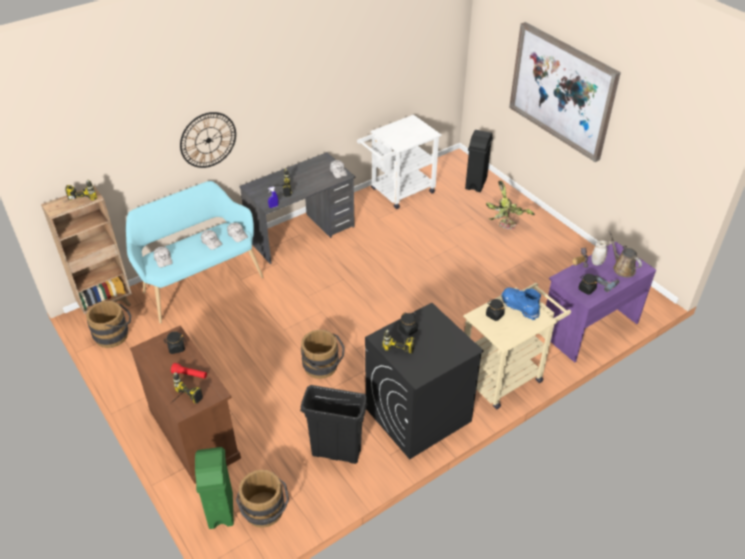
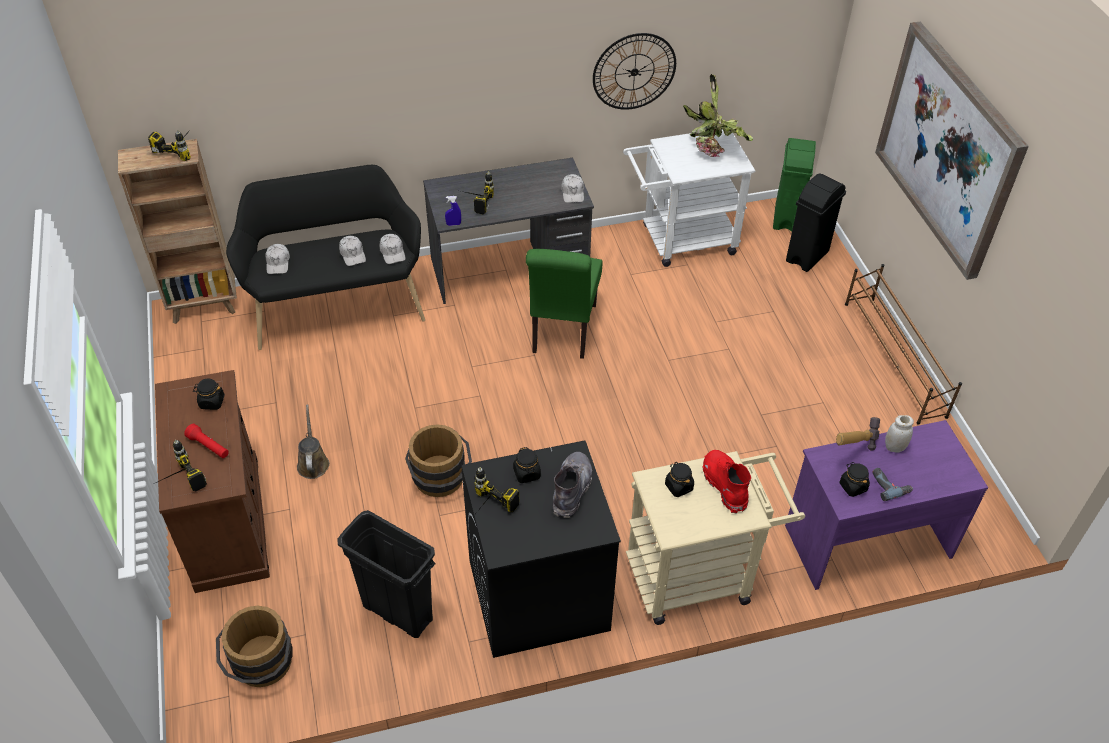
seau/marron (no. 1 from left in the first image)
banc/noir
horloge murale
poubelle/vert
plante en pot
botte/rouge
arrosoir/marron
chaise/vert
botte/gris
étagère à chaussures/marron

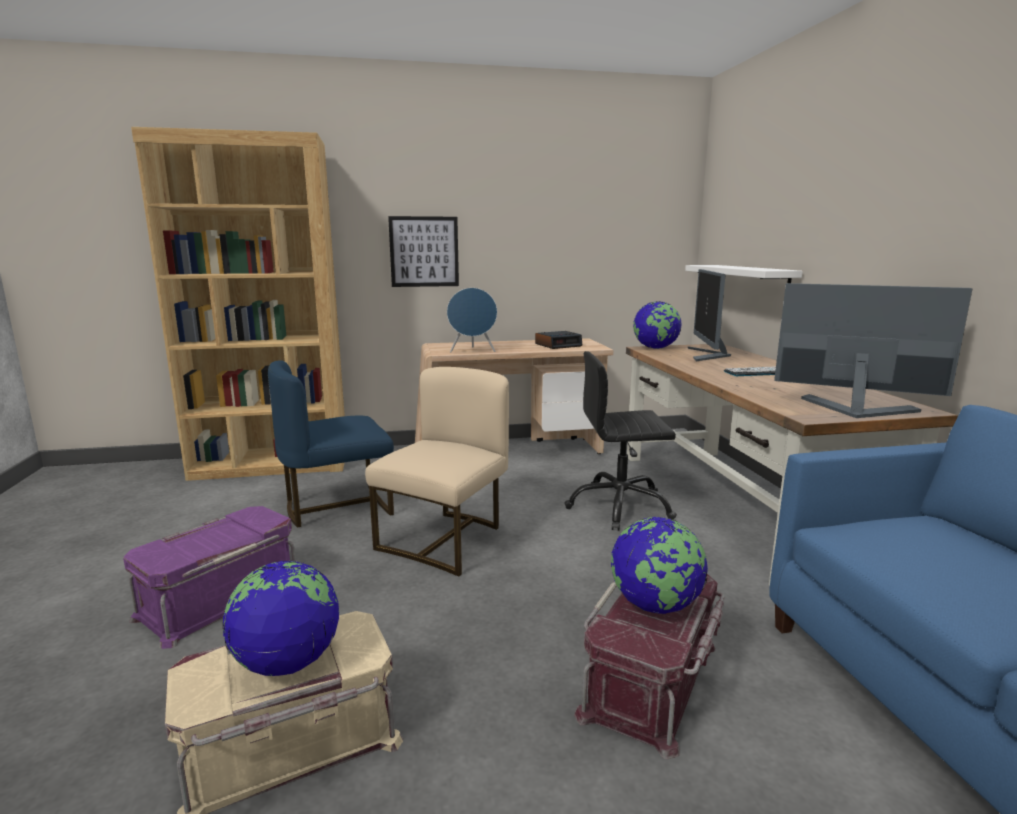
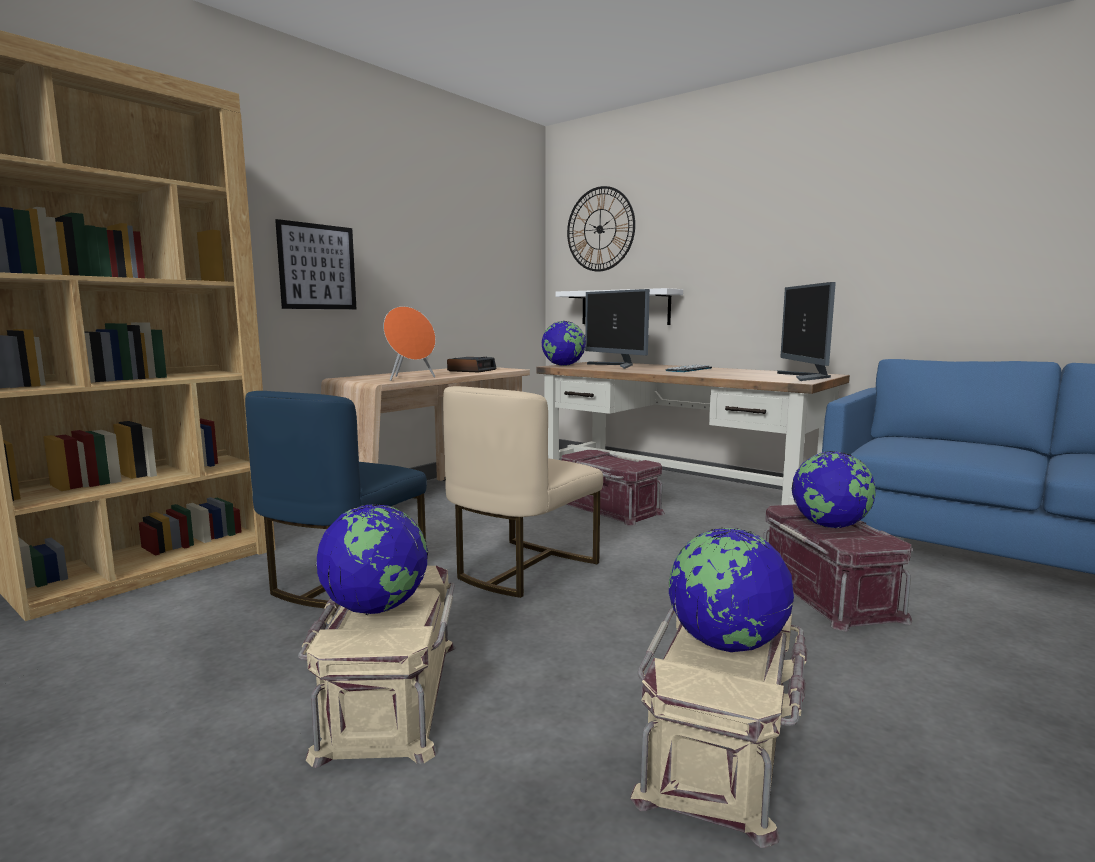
boîte de rangement/beige (no. 1 from left)
chaise/beige
enceinte/orange
boîte de rangement/rouge (no. 1 from left)
écran d'ordinateur (no. 2 from left)
globe (no. 1 from left)
horloge murale

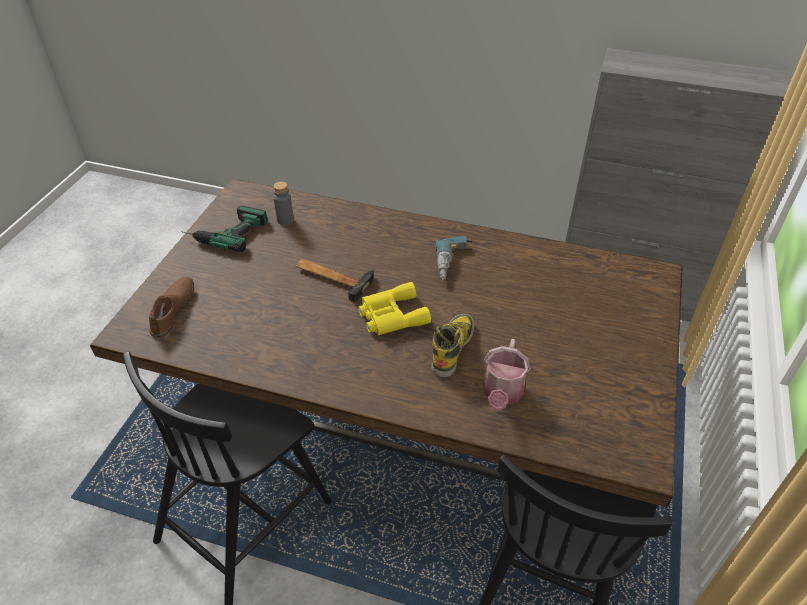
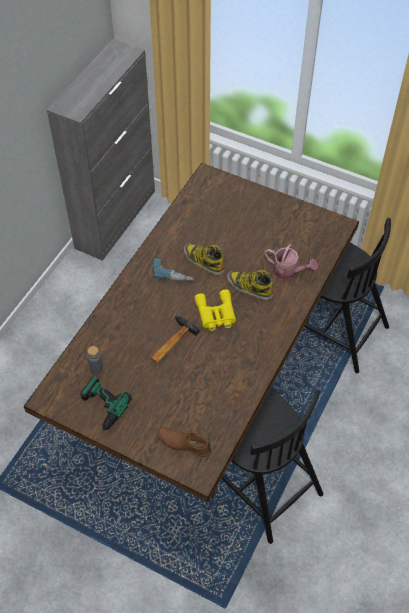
botte (no. 1 from left)

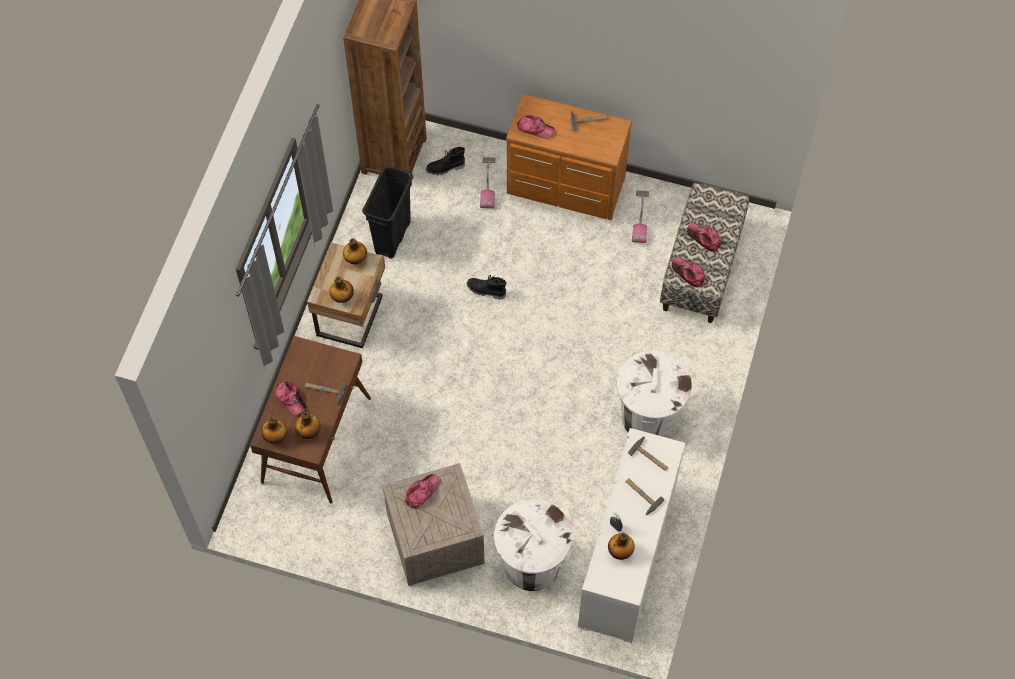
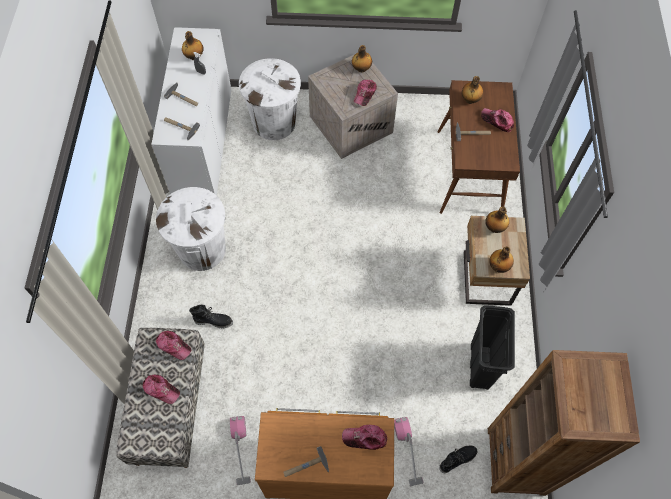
bouteille (no. 2 from left)
botte/noir (no. 1 from left)

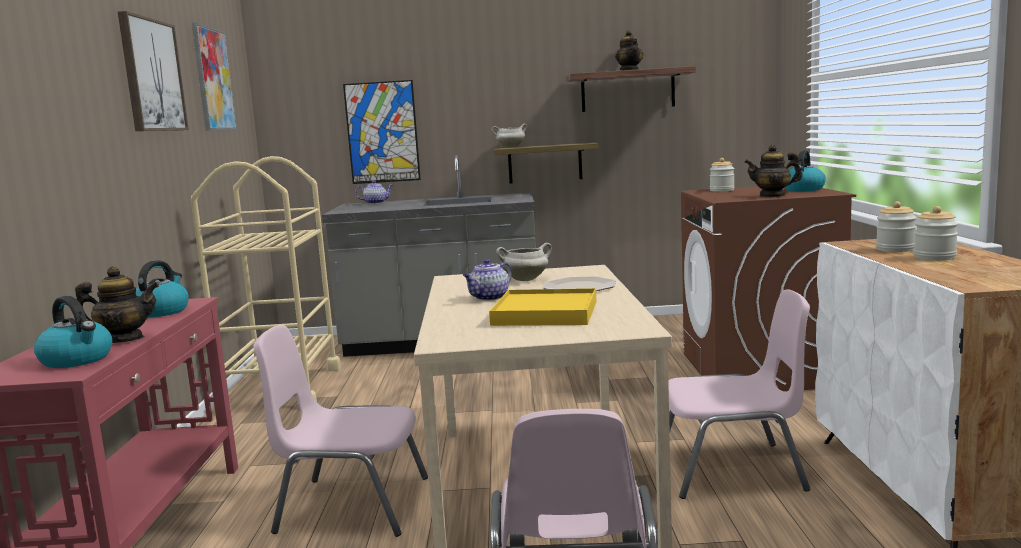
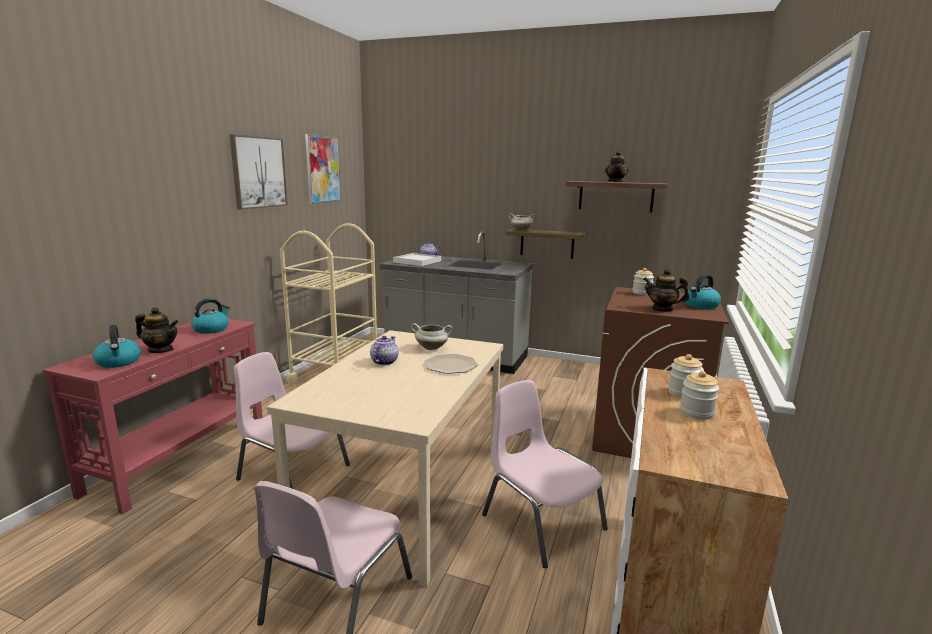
tableau (no. 3 from left in the first image)
théière (no. 2 from left)
plateau/jaune
chaise/rose (no. 3 from left)
plateau/blanc

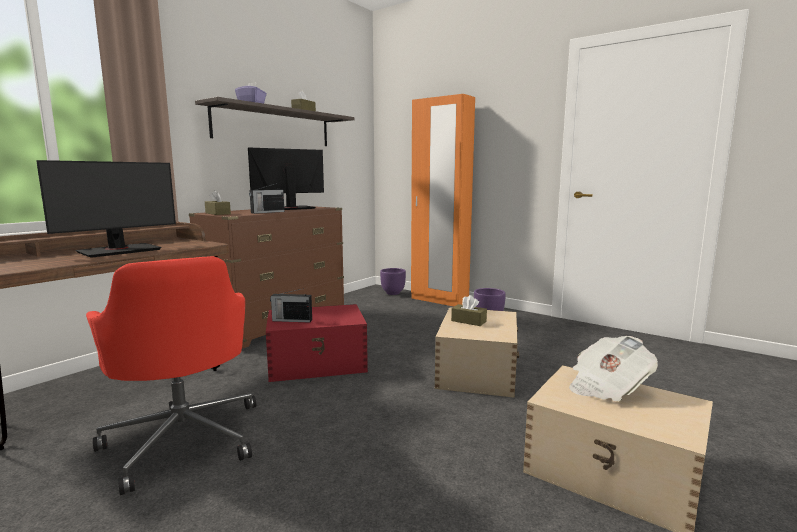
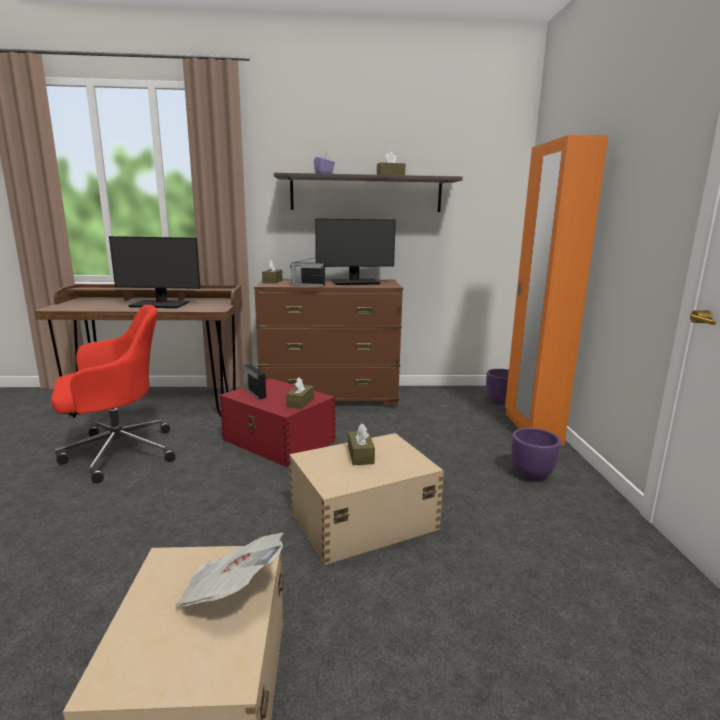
chaise de bureau/rouge
écran d'ordinateur (no. 2 from left)
boîte à mouchoirs/marron (no. 2 from left)

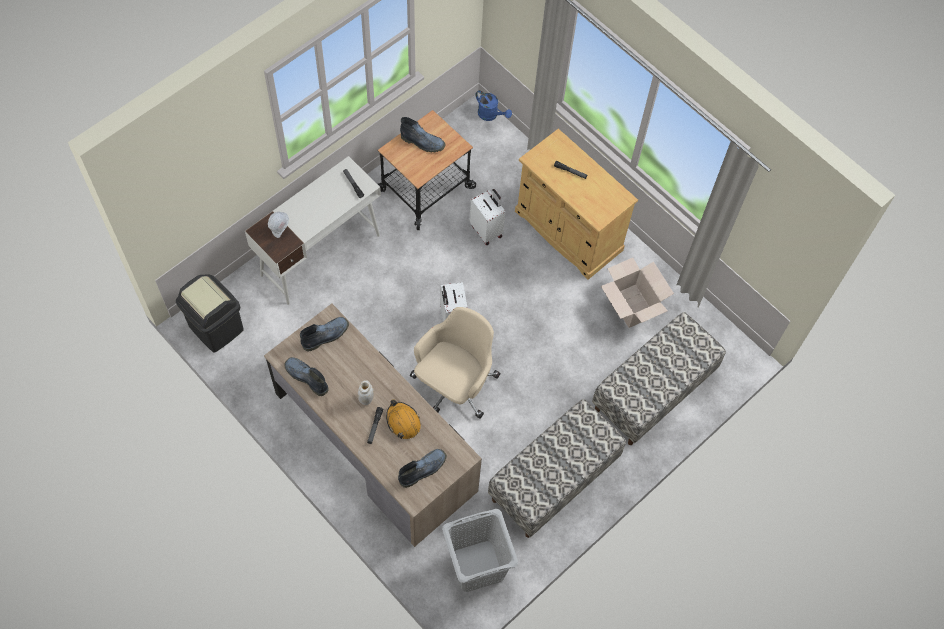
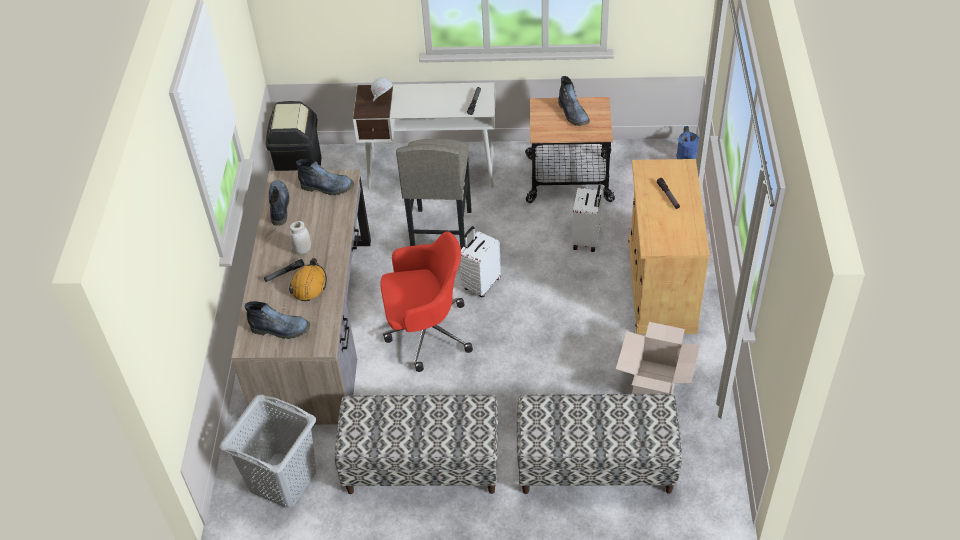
chaise de bureau/rouge
tabouret/gris

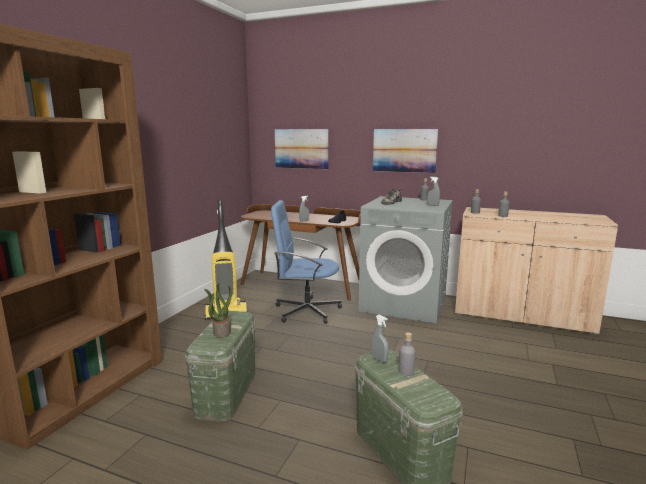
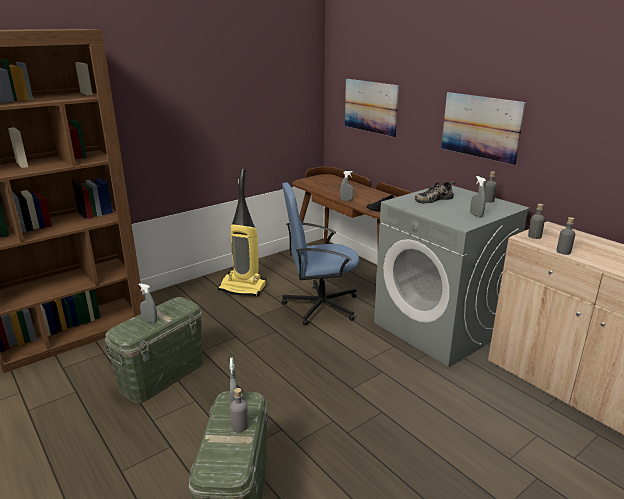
vaporisateur/gris (no. 1 from left)
chaise de bureau/bleu

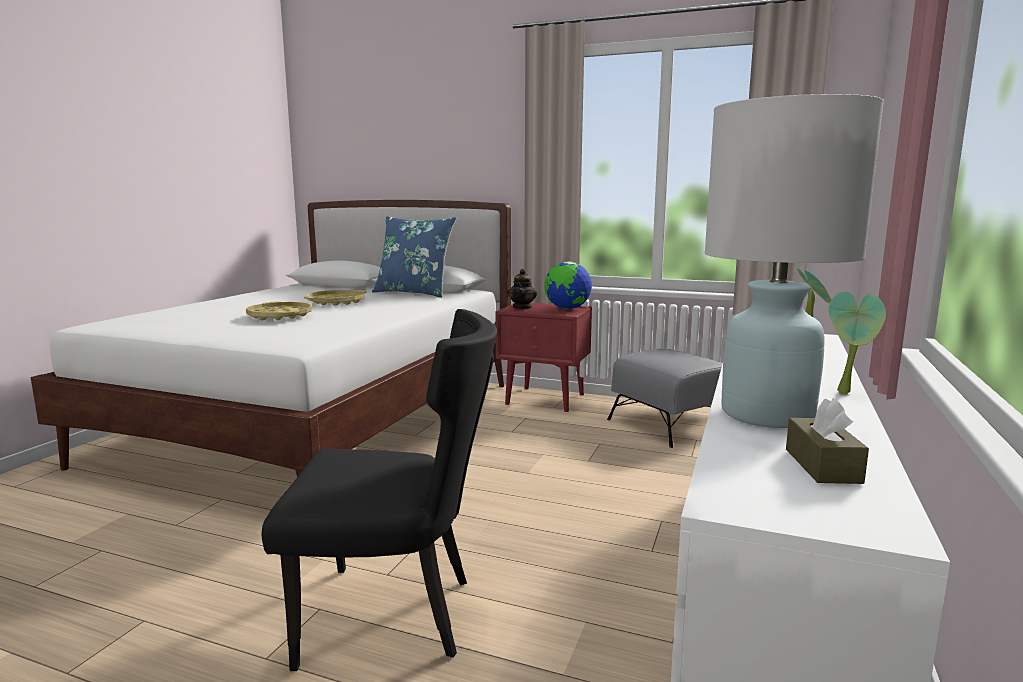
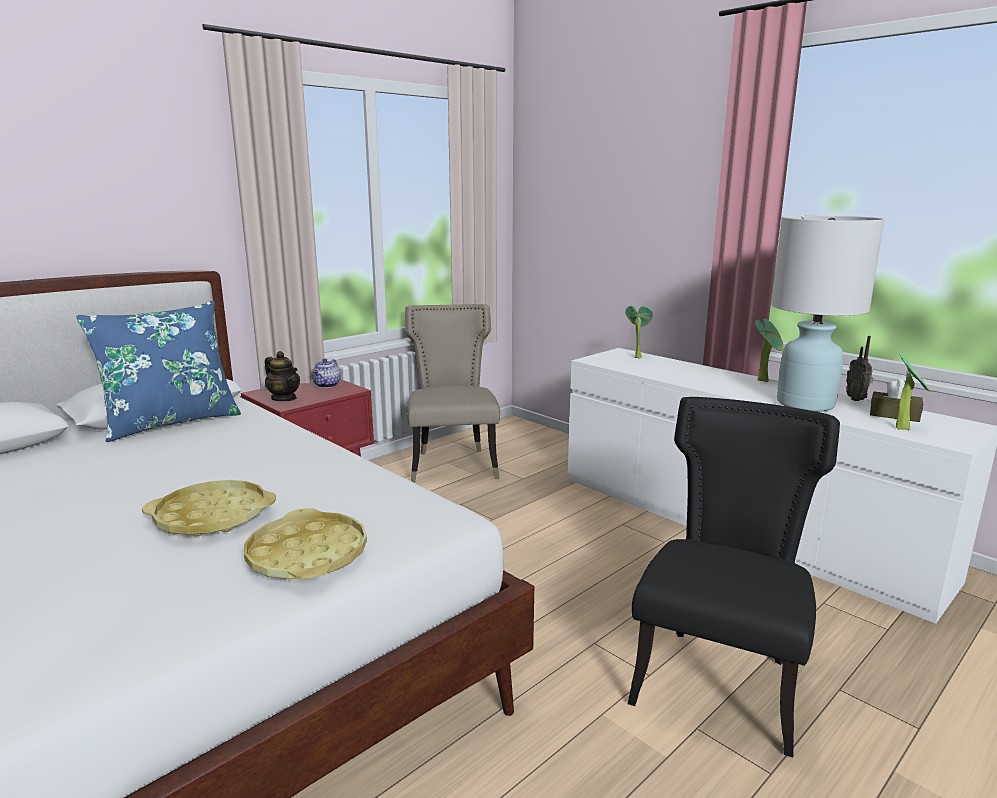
plateau/jaune (no. 2 from left)
théière (no. 2 from left)
chaise/beige
radio
plante en pot (no. 3 from left)

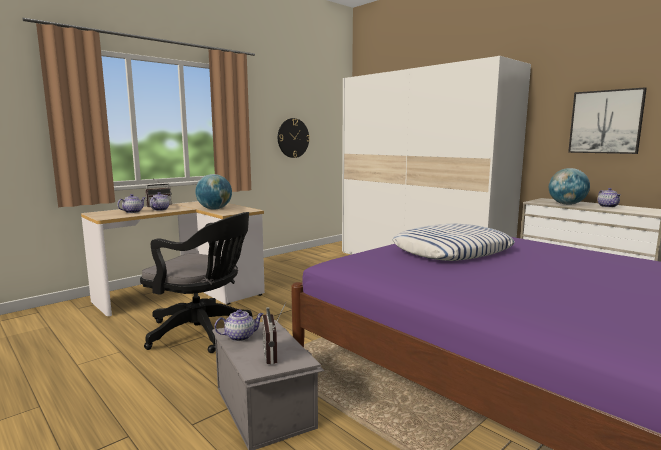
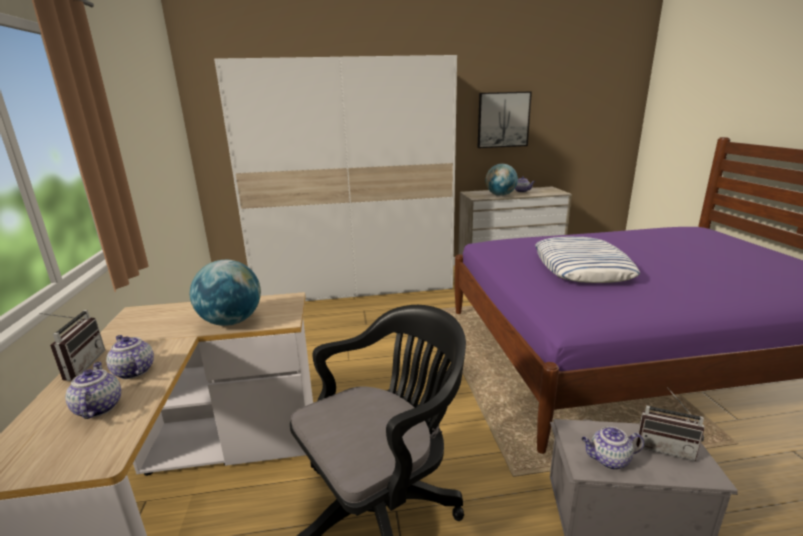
théière (no. 4 from left)
horloge murale

